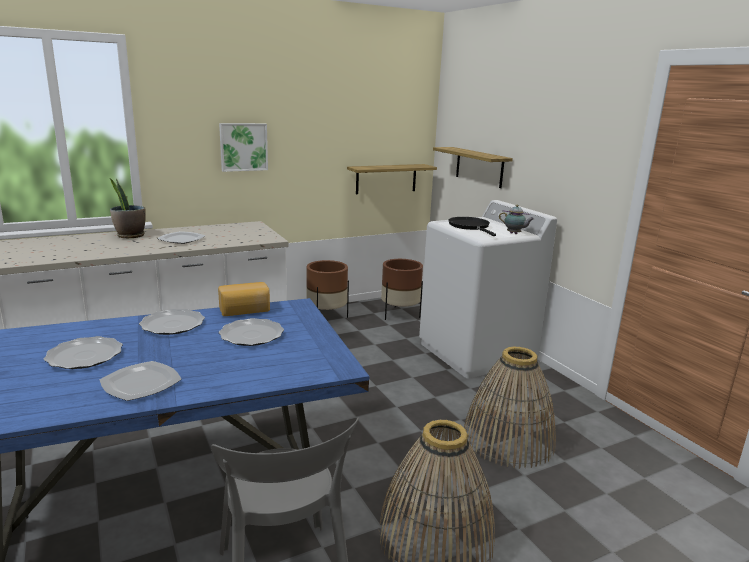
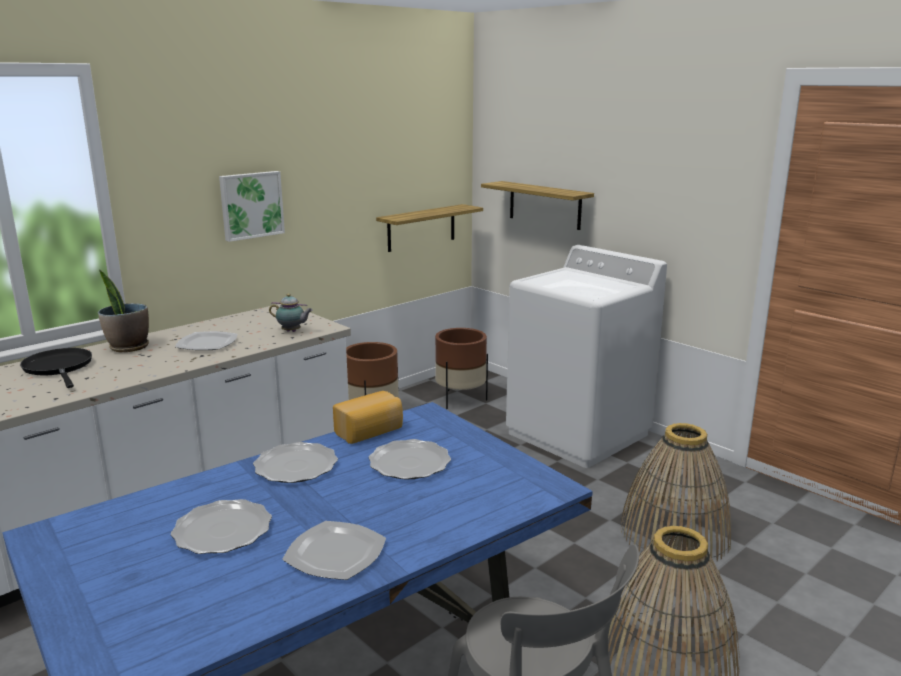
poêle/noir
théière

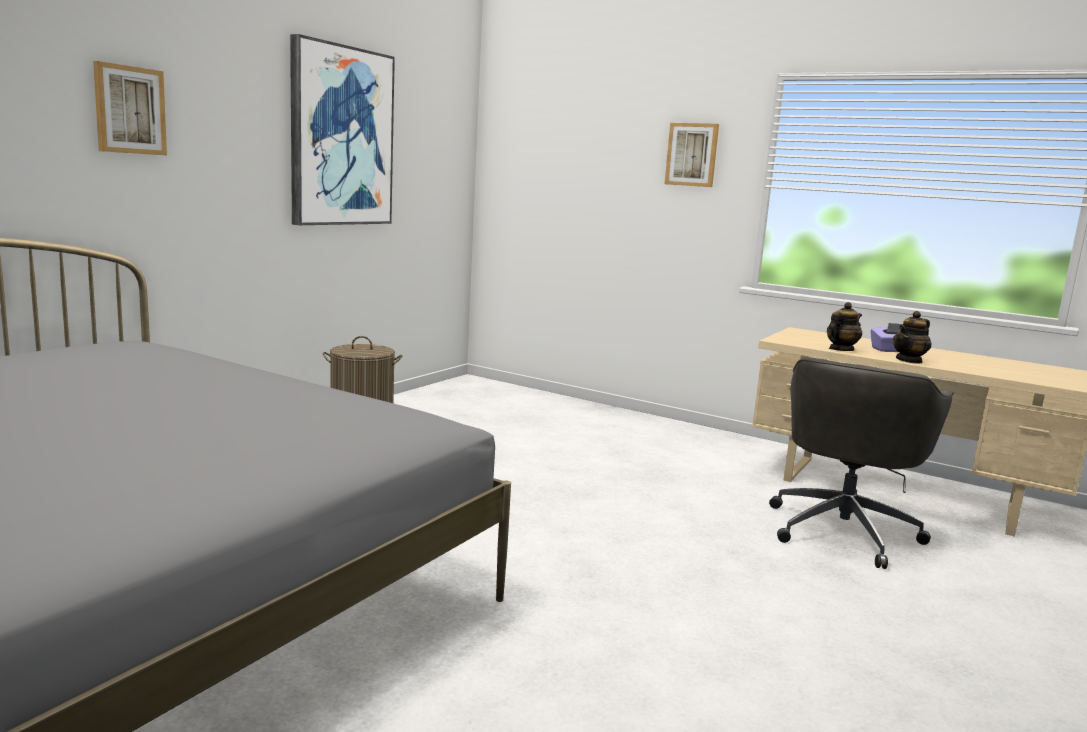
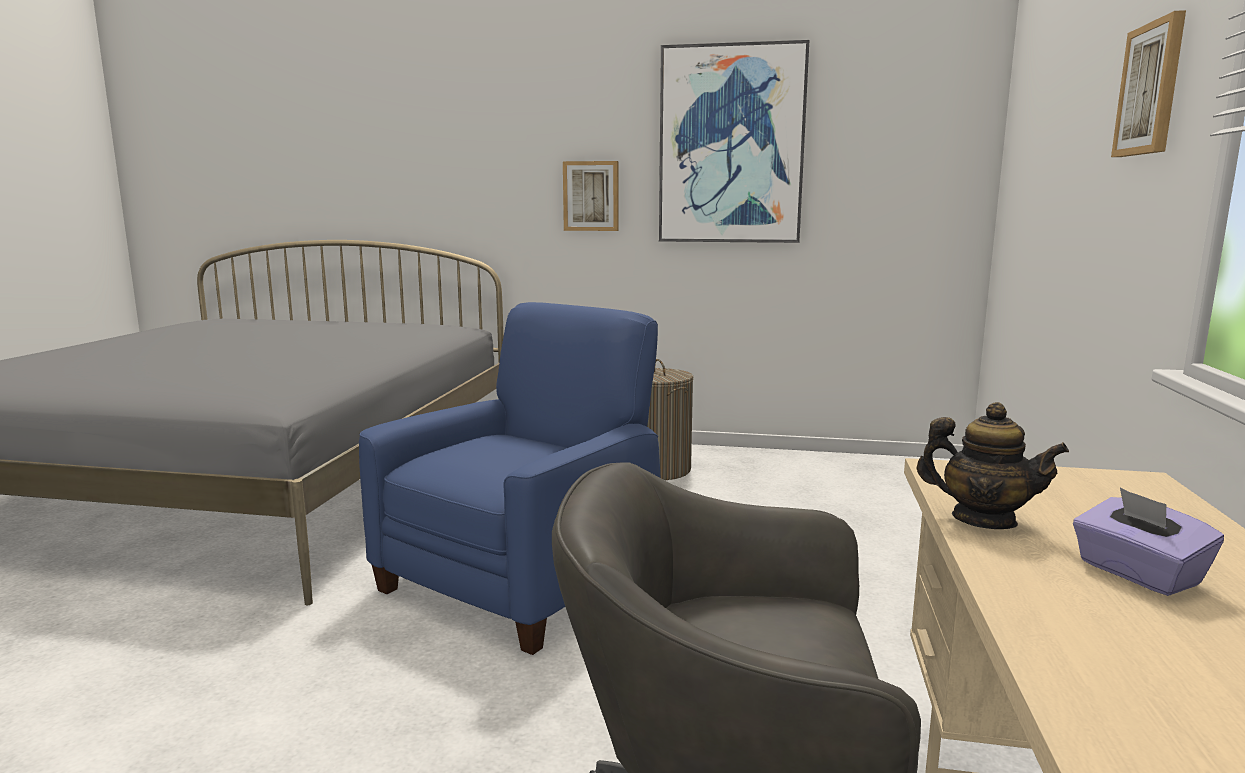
tableau (no. 1 from left)
théière (no. 2 from left in the first image)
fauteuil/bleu

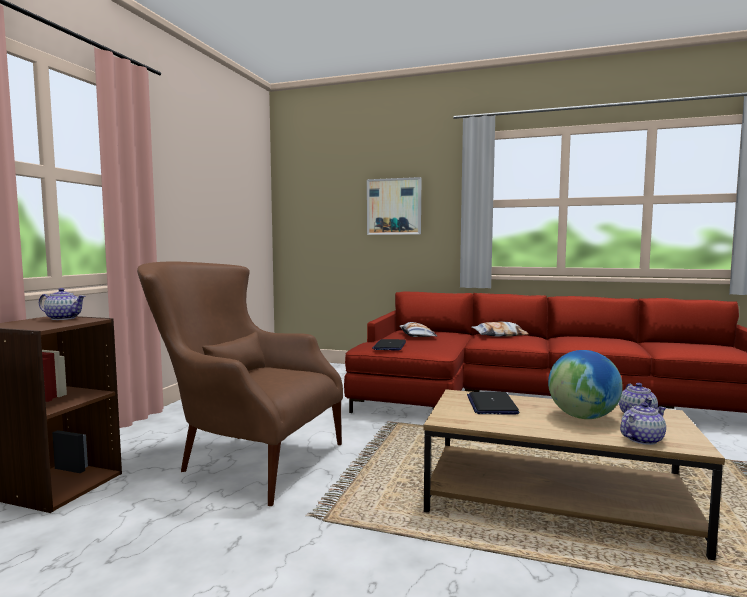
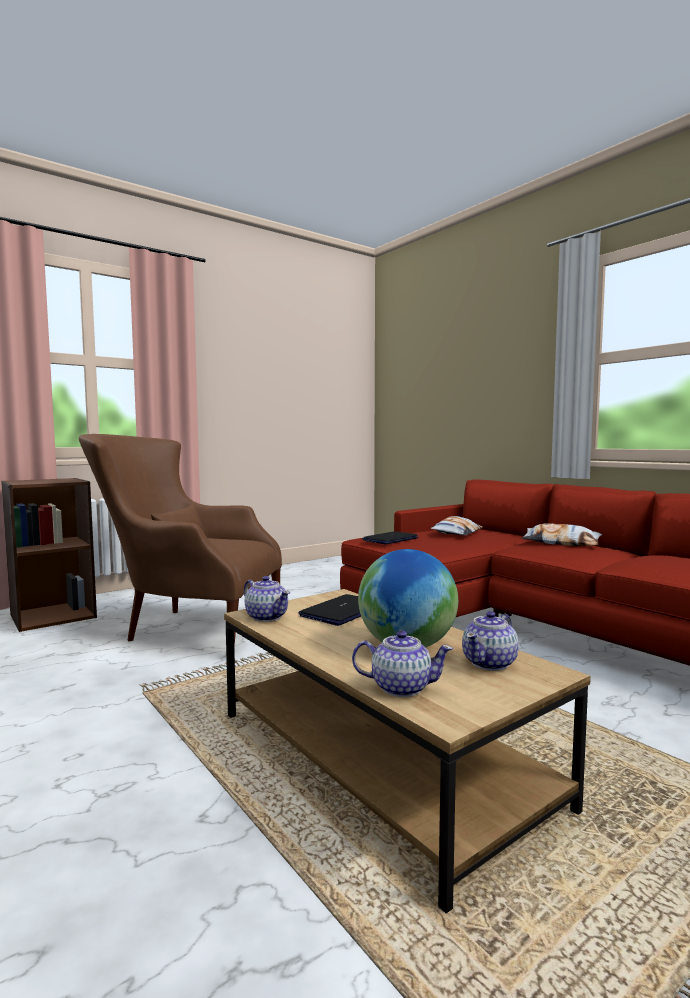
théière (no. 1 from left)
fauteuil/marron
tableau

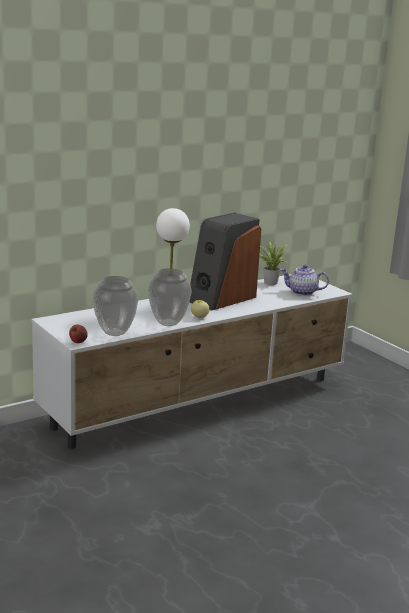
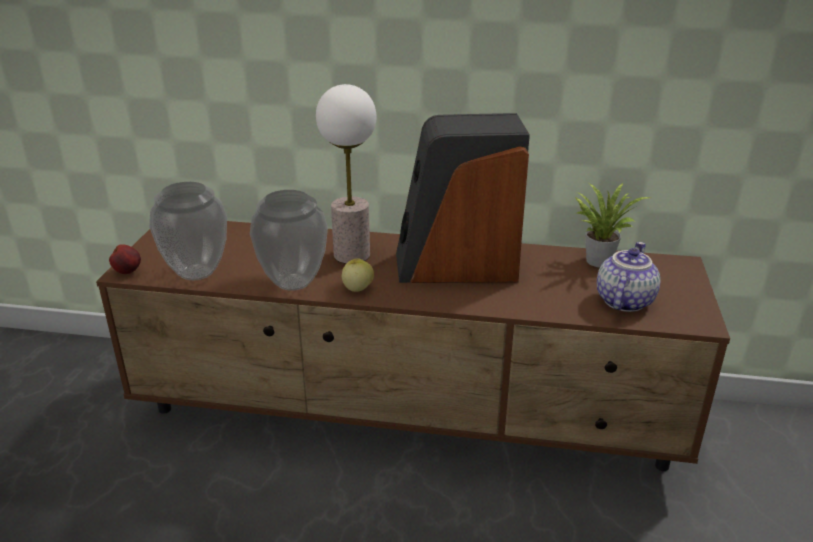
meuble télé/marron
théière

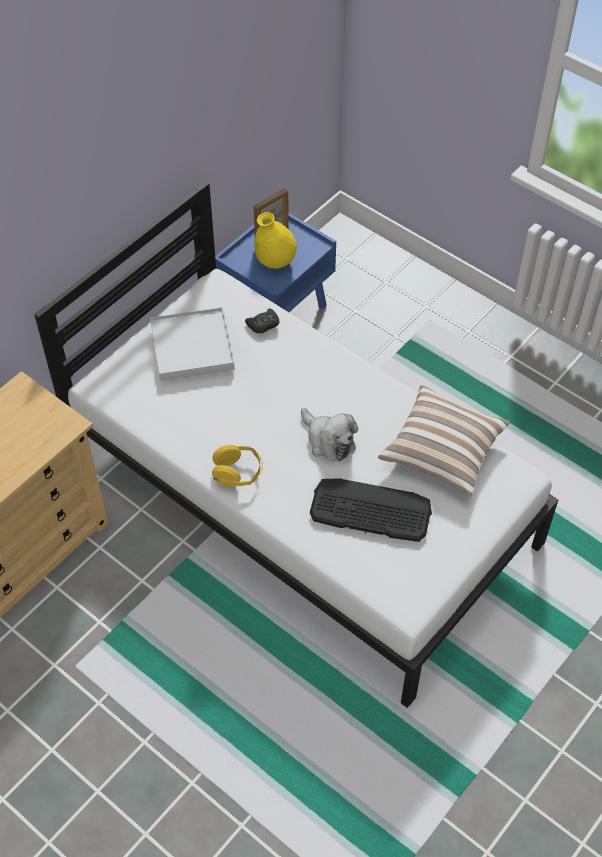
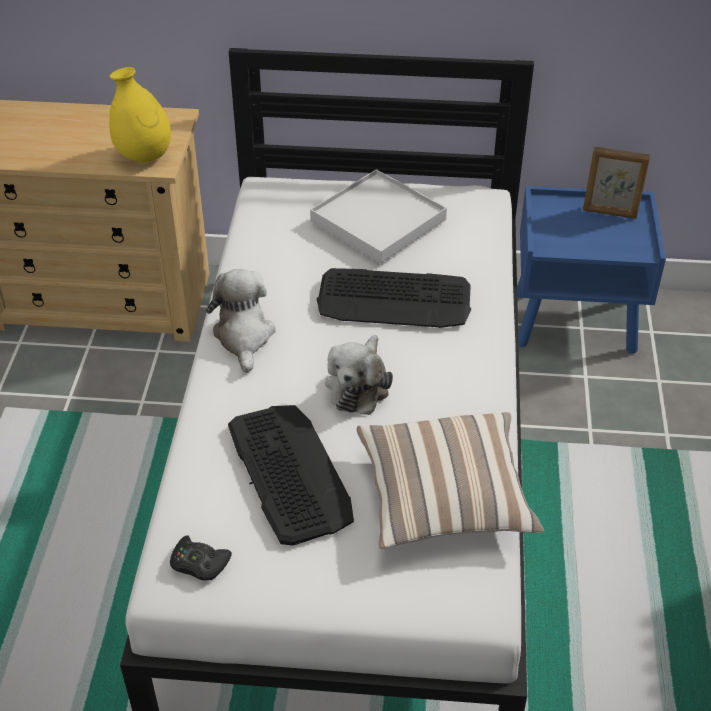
peluche (no. 1 from left)
manette/noir
vase/jaune
clavier (no. 2 from left)

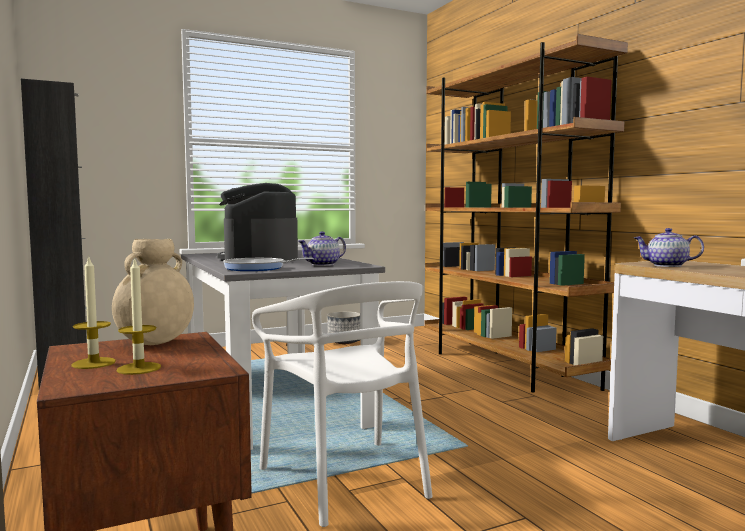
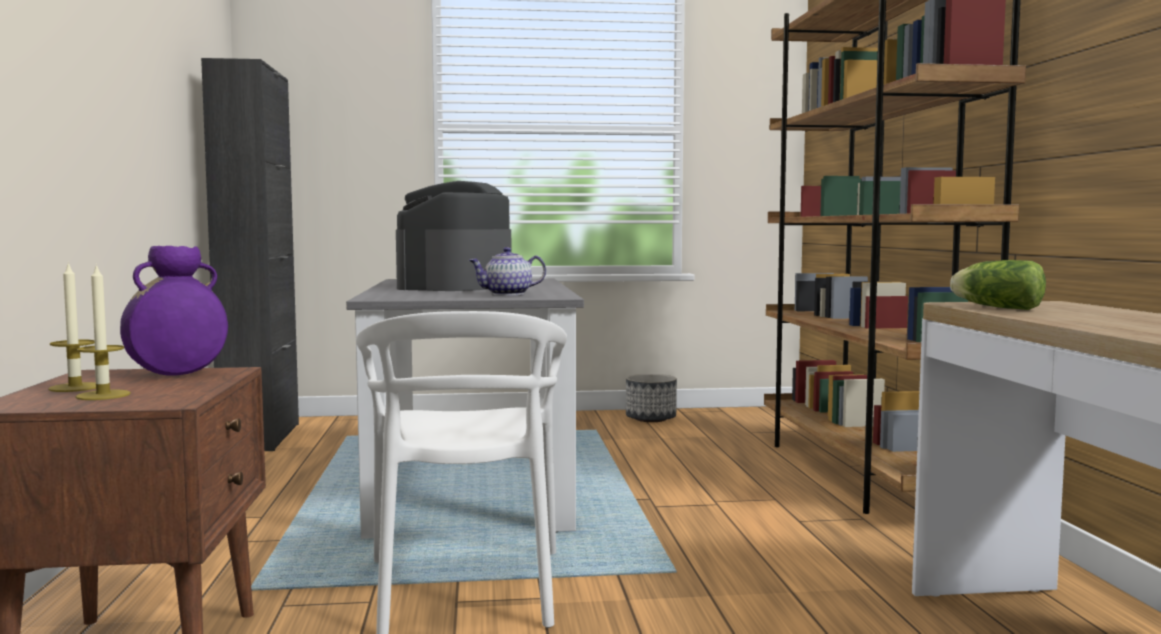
vase/violet
poêle
laitue

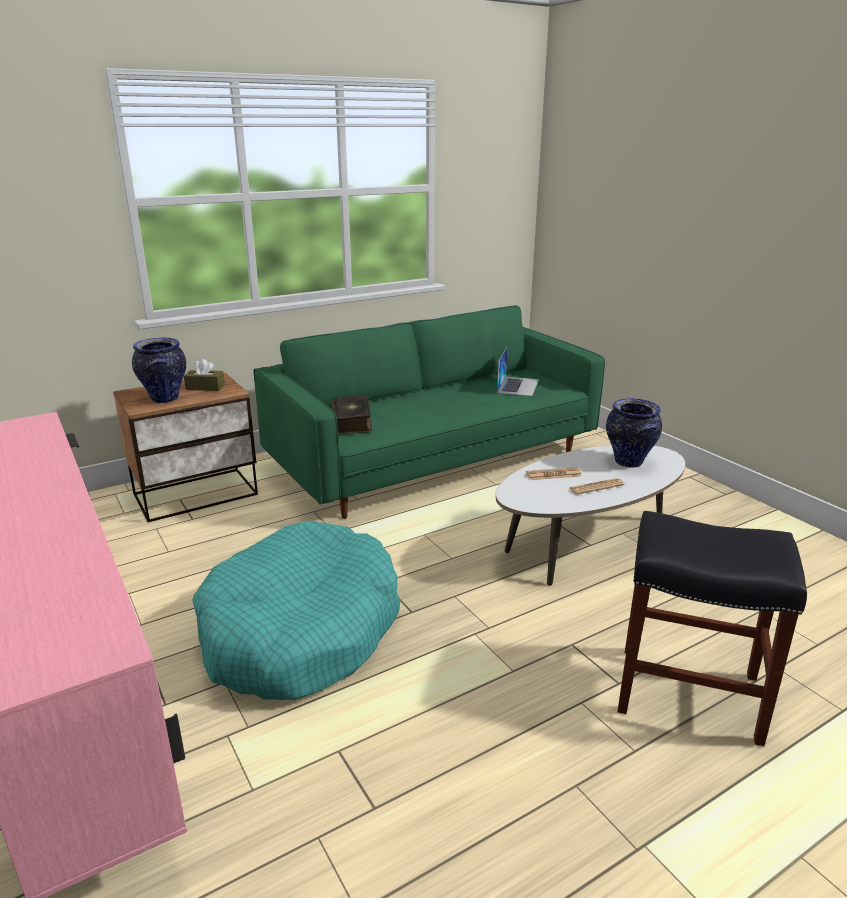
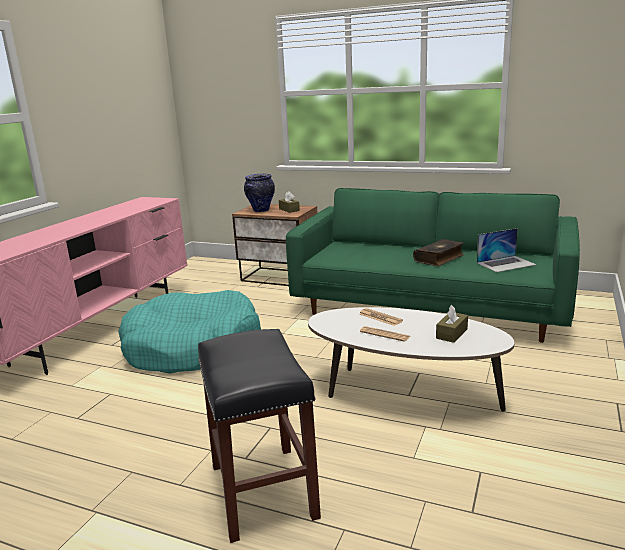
livre
boîte à mouchoirs/marron (no. 2 from left)

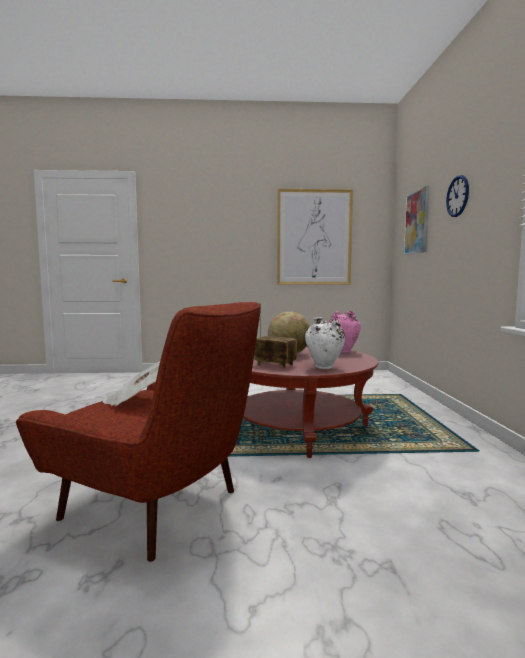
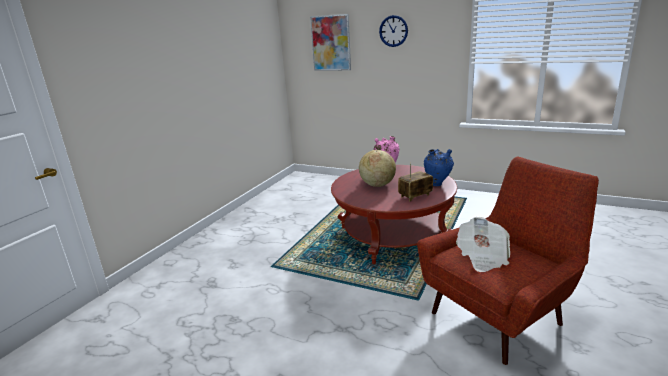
tableau (no. 1 from left in the first image)
vase/bleu

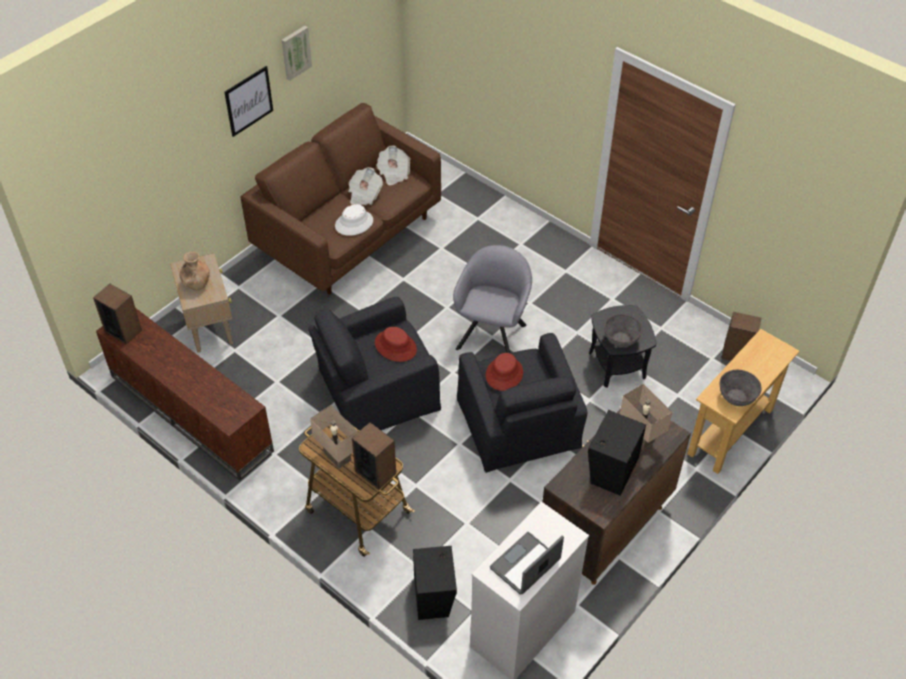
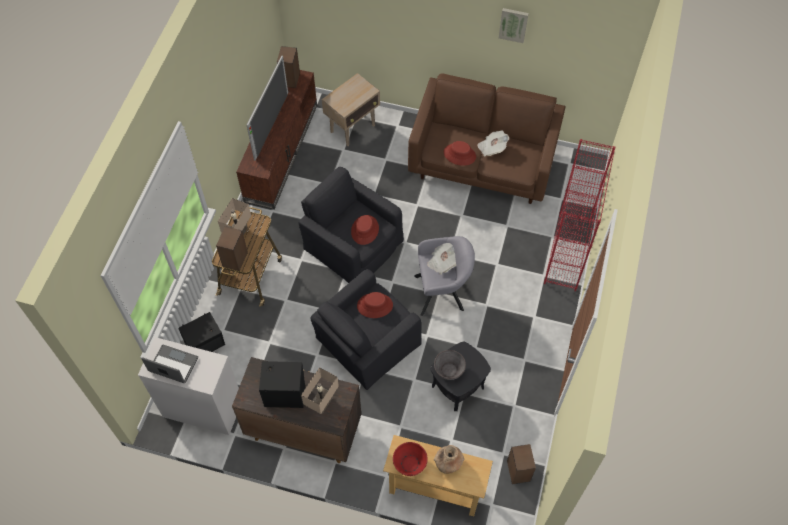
vase/marron
tableau (no. 1 from left in the first image)
chapeau/rouge (no. 3 from left)
journal (no. 1 from left)
bol/rouge
téléviseur
bibliothèque/rouge

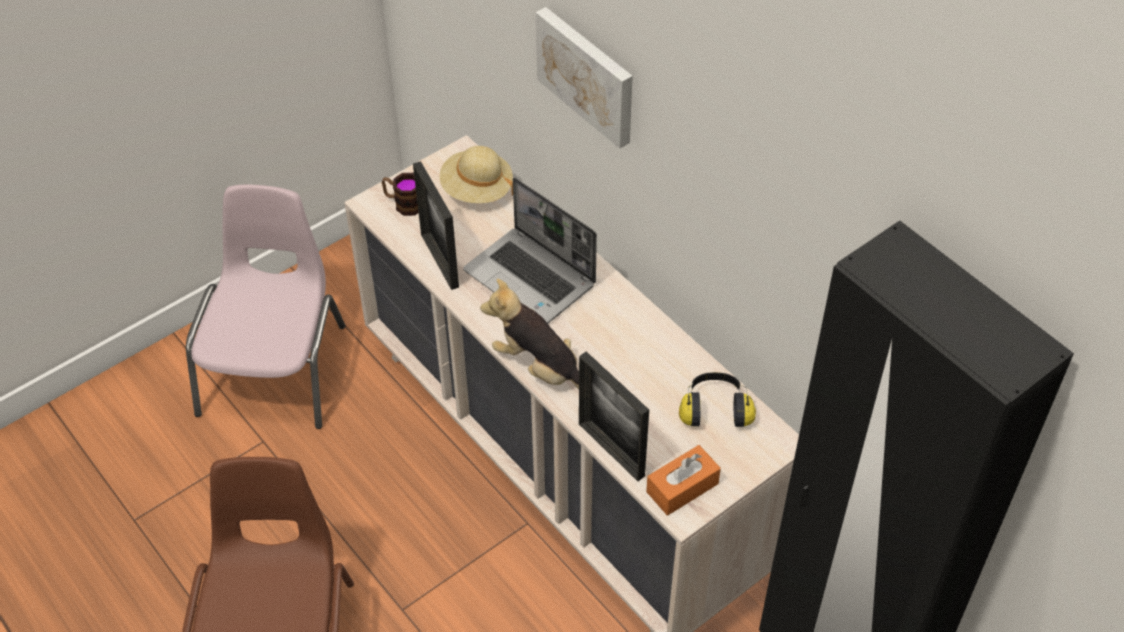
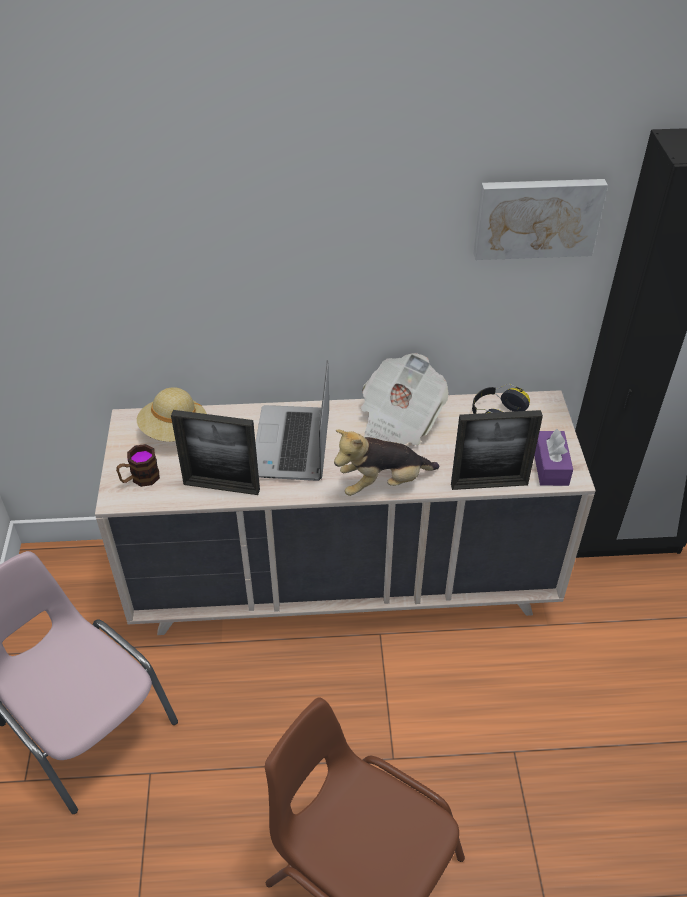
ordinateur portable
tableau
boîte à mouchoirs/violet
journal

